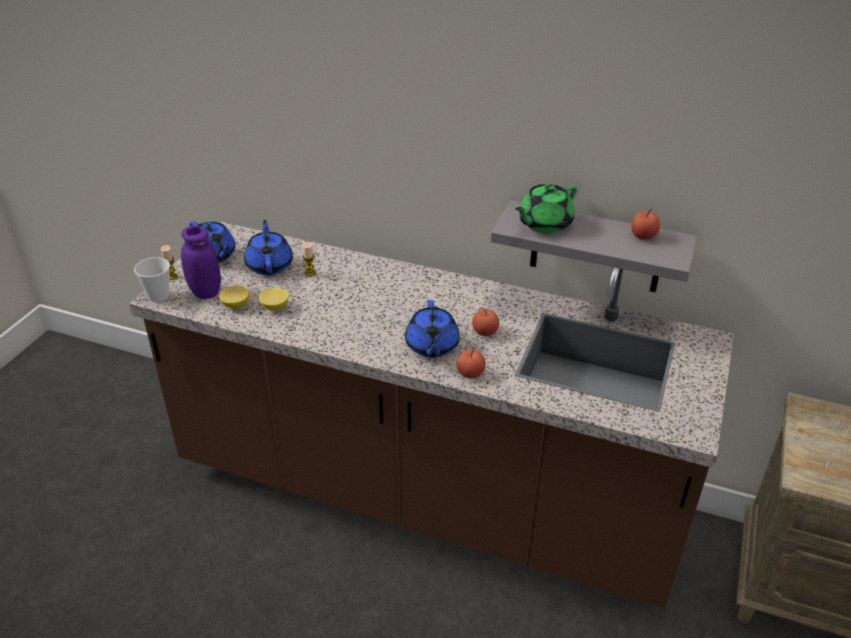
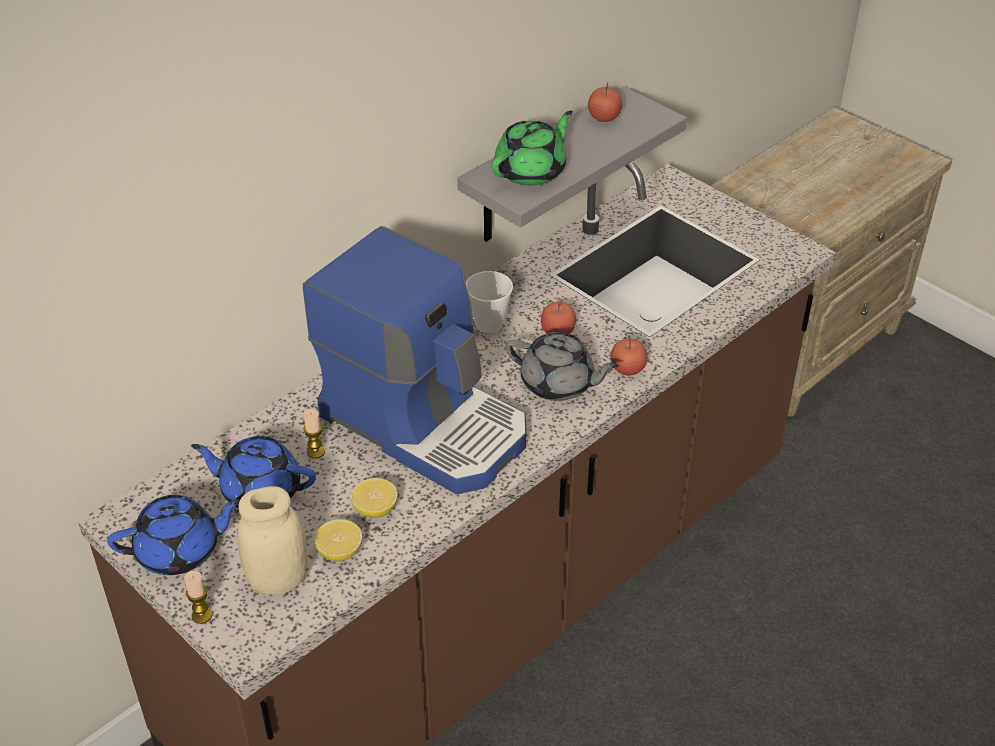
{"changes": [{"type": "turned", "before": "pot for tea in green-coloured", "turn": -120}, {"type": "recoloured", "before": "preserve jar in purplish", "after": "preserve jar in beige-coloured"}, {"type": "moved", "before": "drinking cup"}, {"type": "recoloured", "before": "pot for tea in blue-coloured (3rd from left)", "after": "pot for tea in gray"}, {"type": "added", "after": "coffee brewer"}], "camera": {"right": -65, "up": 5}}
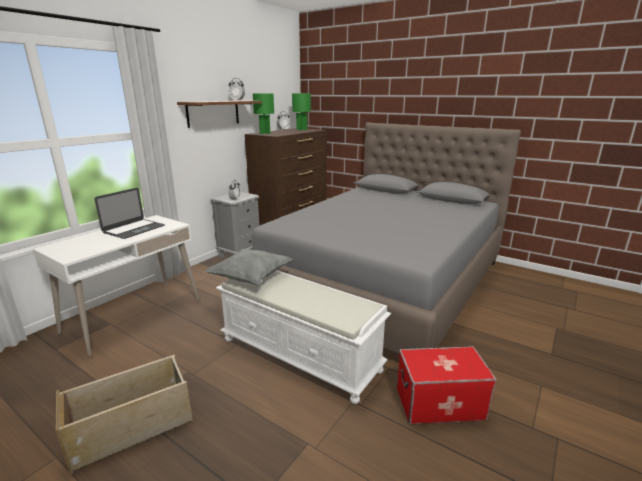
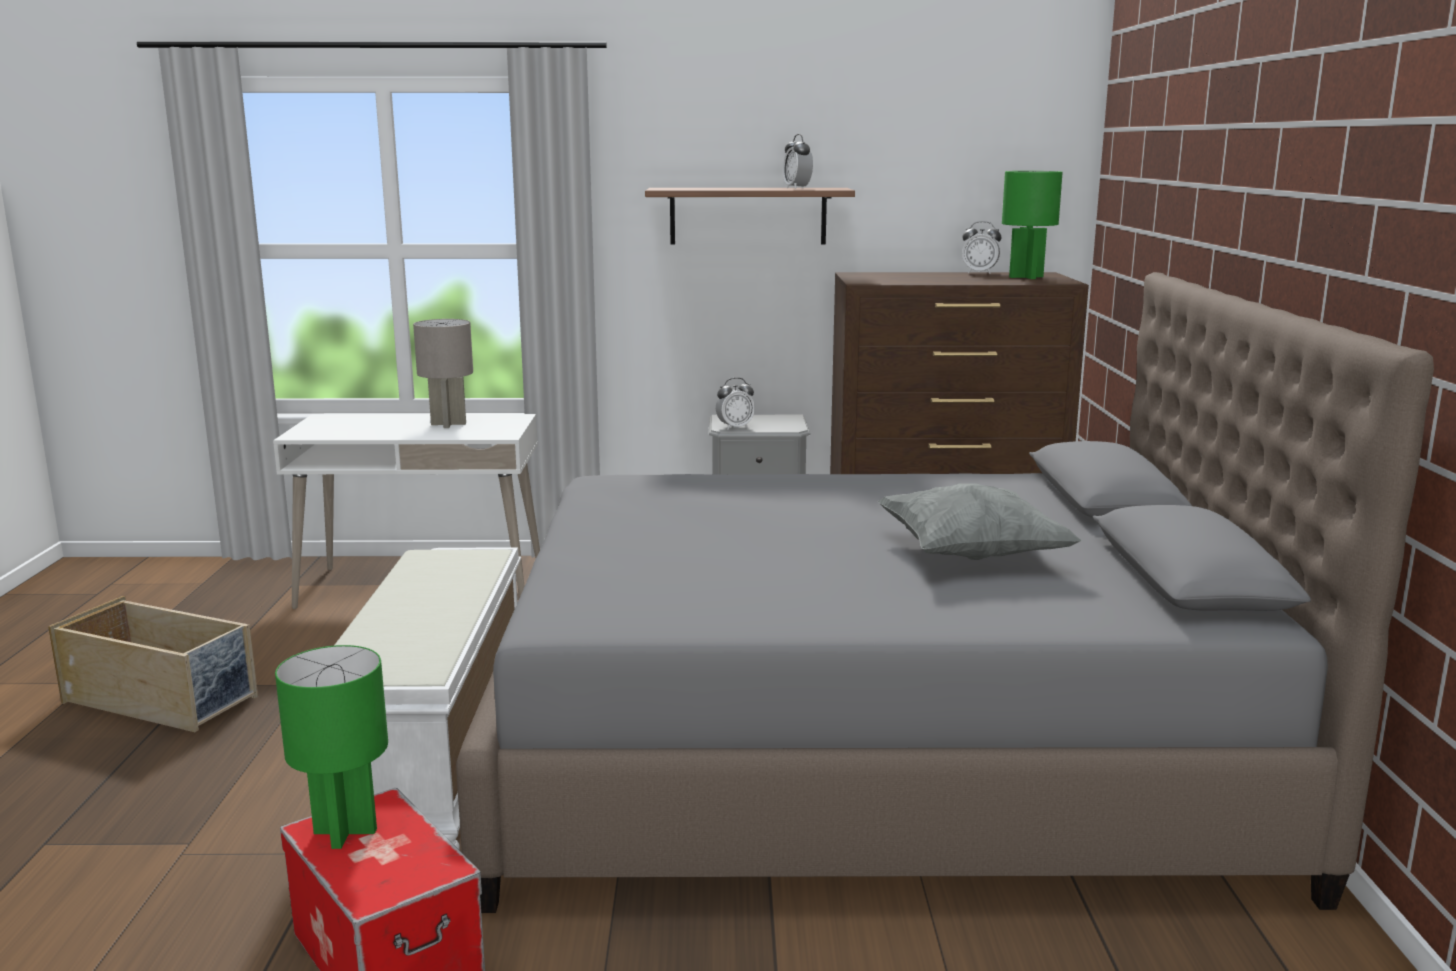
{"changes": [{"type": "moved", "before": "tabletop lamp in green-coloured (1st from left)"}, {"type": "replaced", "before": "portable computer", "after": "tabletop lamp in gray"}, {"type": "moved", "before": "cushion in gray"}], "camera": {"right": 55, "up": -5}}
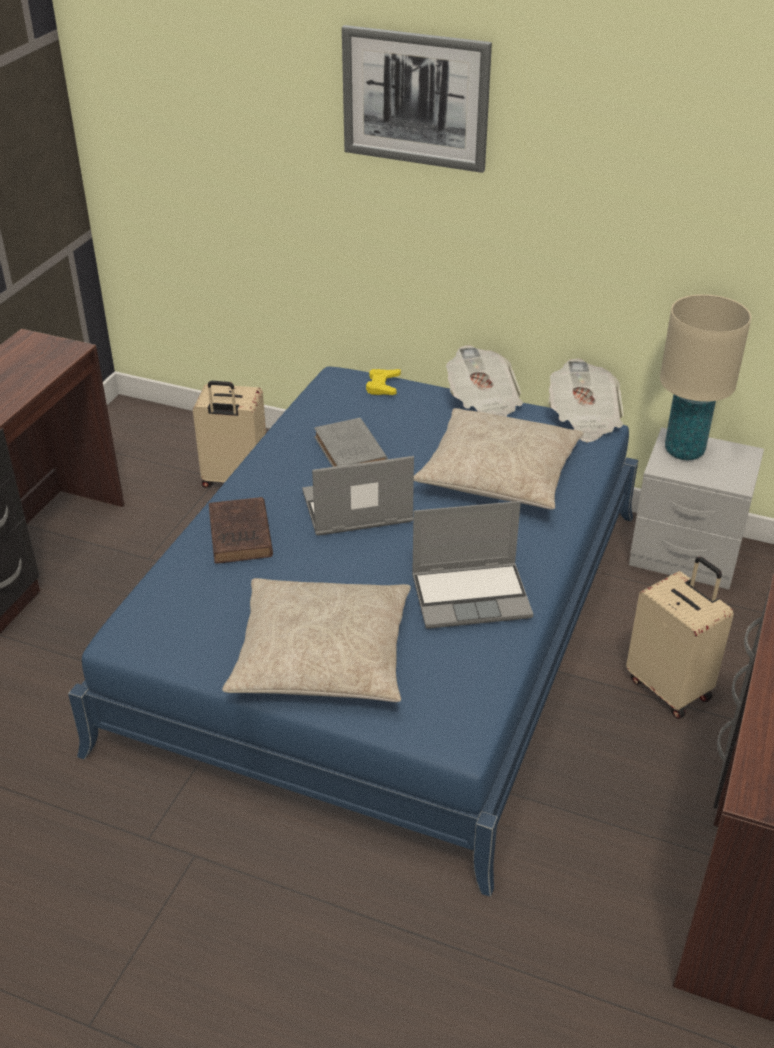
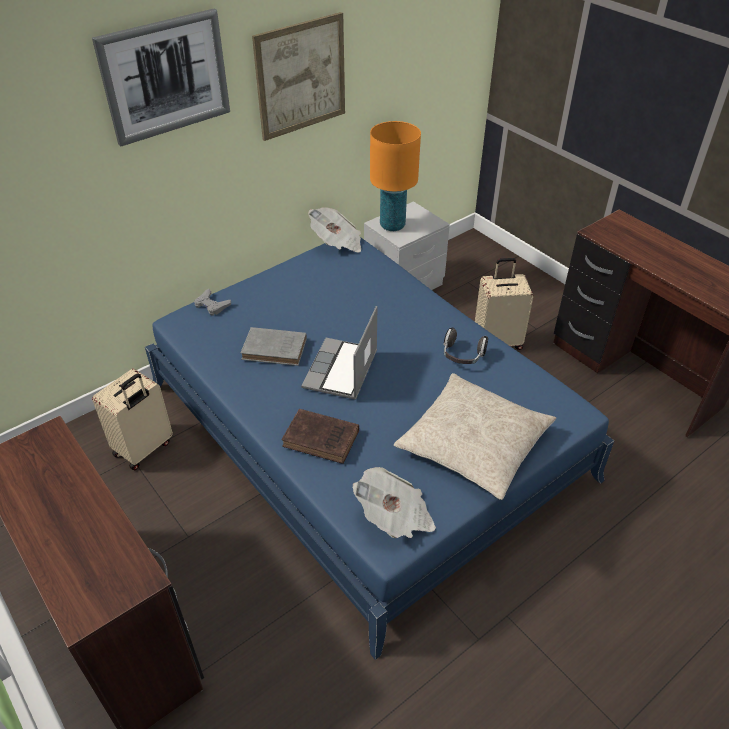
{"changes": [{"type": "recoloured", "before": "tabletop lamp in beige-coloured", "after": "tabletop lamp in orangey"}, {"type": "moved", "before": "daily paper (1st from left in the first image)", "after": "daily paper (2nd from left)"}, {"type": "recoloured", "before": "gamepad in yellow", "after": "gamepad in gray"}, {"type": "removed", "before": "cushion in beige-coloured (2nd from left)"}, {"type": "replaced", "before": "portable computer (2nd from left)", "after": "pair of headphones"}, {"type": "added", "after": "wall art (2nd from left)"}], "camera": {"right": -60, "up": 5}}
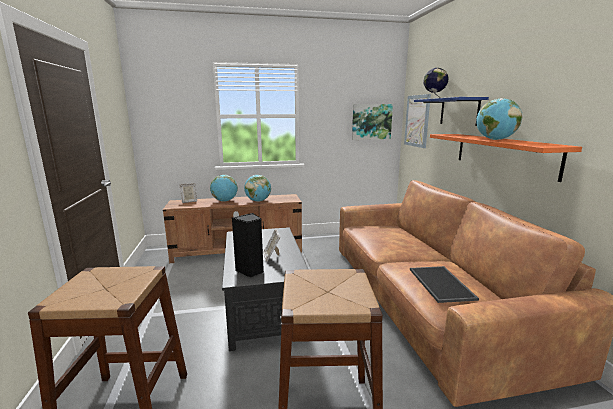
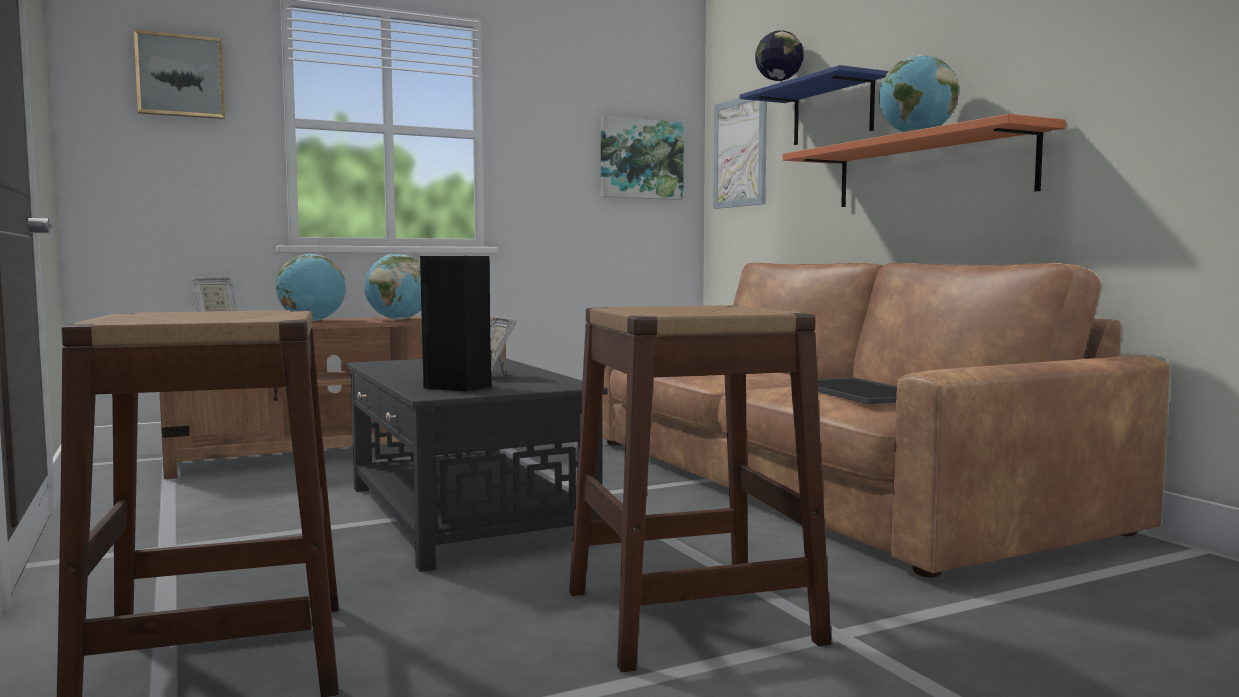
{"changes": [{"type": "added", "after": "wall art (1st from left)"}], "camera": {"right": -15, "up": -10}}
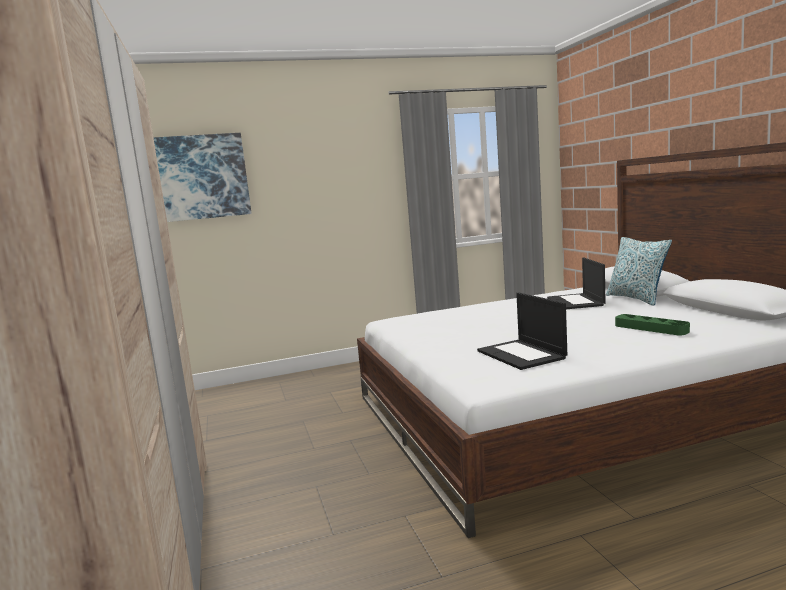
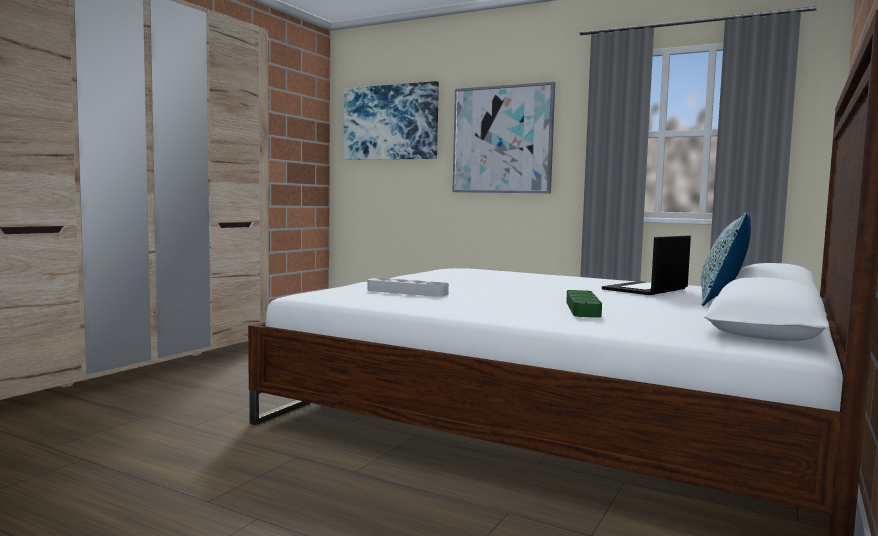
{"changes": [{"type": "replaced", "before": "portable computer (1st from left)", "after": "carrying tray in gray"}, {"type": "added", "after": "wall art (2nd from left)"}], "camera": {"right": 45, "up": -5}}
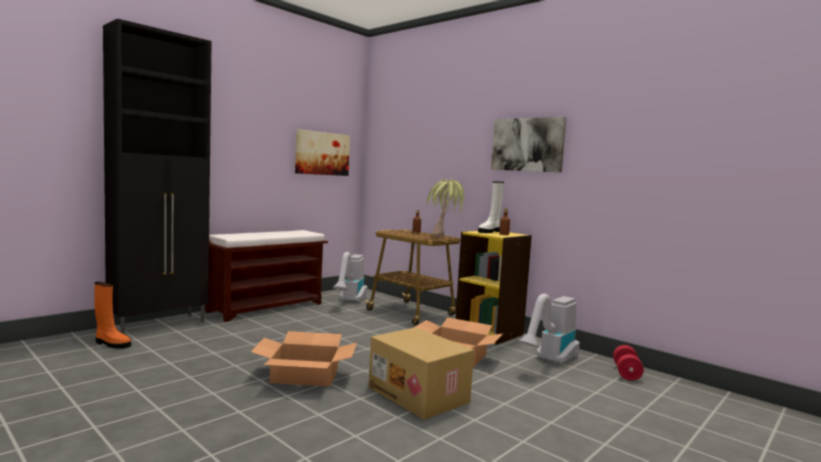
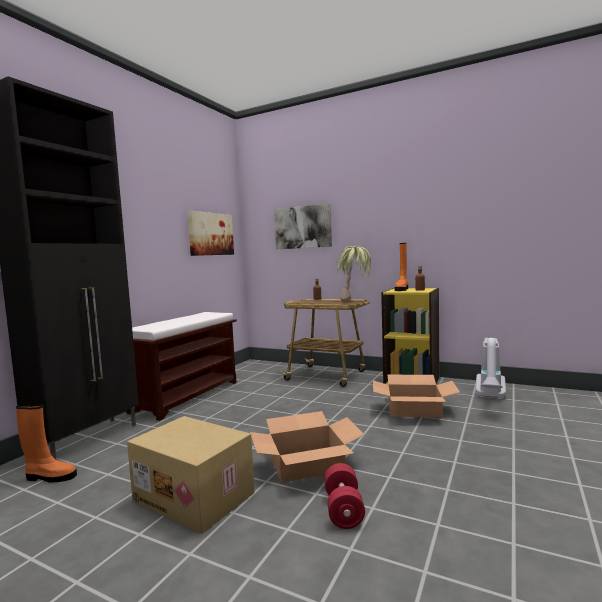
{"changes": [{"type": "moved", "before": "wall art (2nd from left)"}, {"type": "recoloured", "before": "boot in whitish", "after": "boot in orangey (2nd from left)"}, {"type": "removed", "before": "vacuum cleaner (1st from left)"}, {"type": "moved", "before": "carton (2nd from left in the first image)", "after": "carton (1st from left)"}, {"type": "moved", "before": "free weight in red-coloured"}], "camera": {"right": -15, "up": 0}}
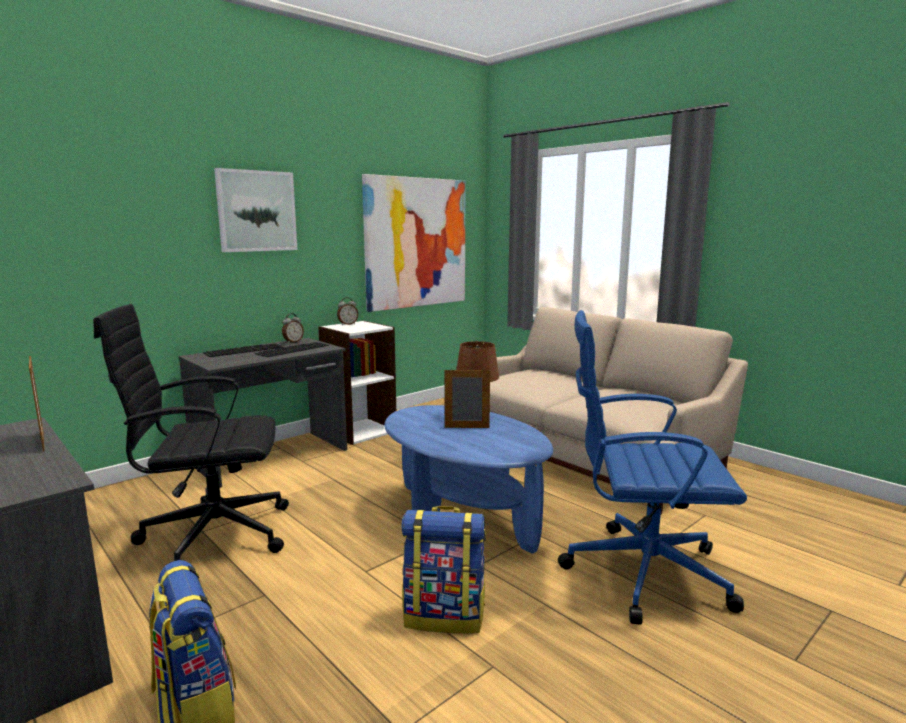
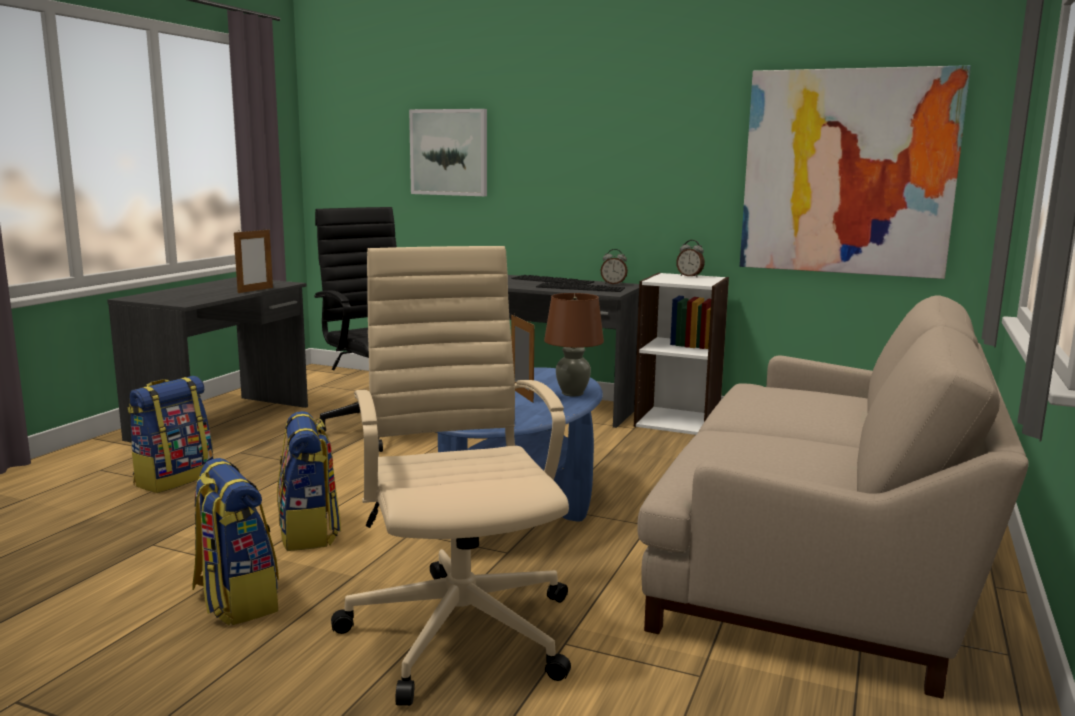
{"changes": [{"type": "moved", "before": "wall art (1st from left)"}, {"type": "recoloured", "before": "desk chair in blue-coloured", "after": "desk chair in beige-coloured"}, {"type": "added", "after": "backpack (2nd from left)"}], "camera": {"right": 65, "up": 0}}
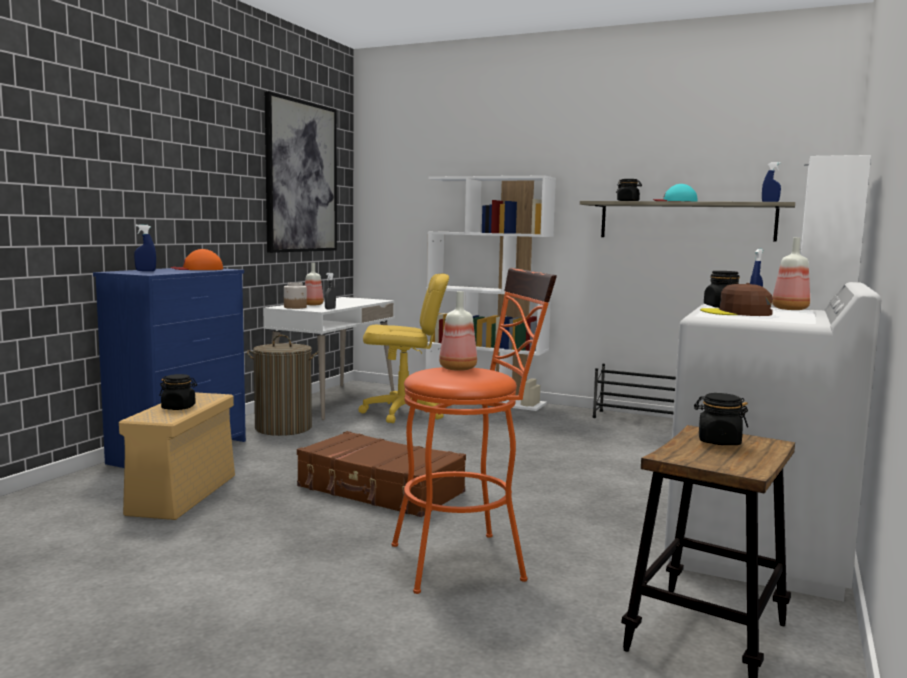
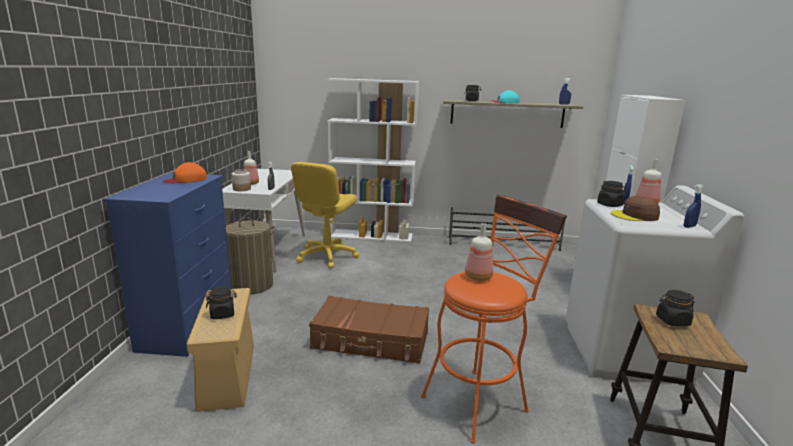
{"changes": [{"type": "removed", "before": "wall art"}, {"type": "moved", "before": "spray bottle in blue-coloured (1st from left in the first image)", "after": "spray bottle in blue-coloured (3rd from left)"}, {"type": "turned", "before": "desk chair in yellow", "turn": 135}], "camera": {"right": -20, "up": 10}}
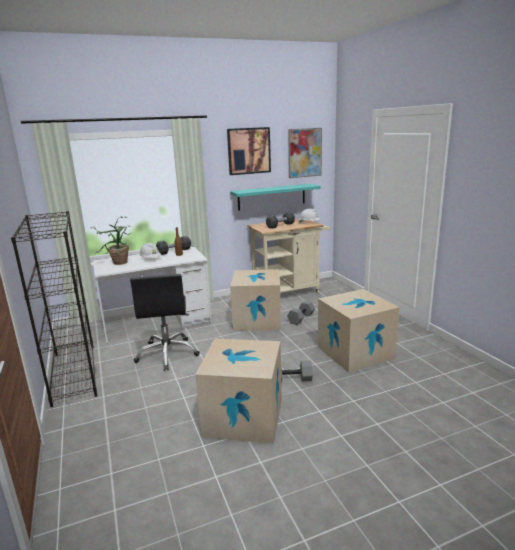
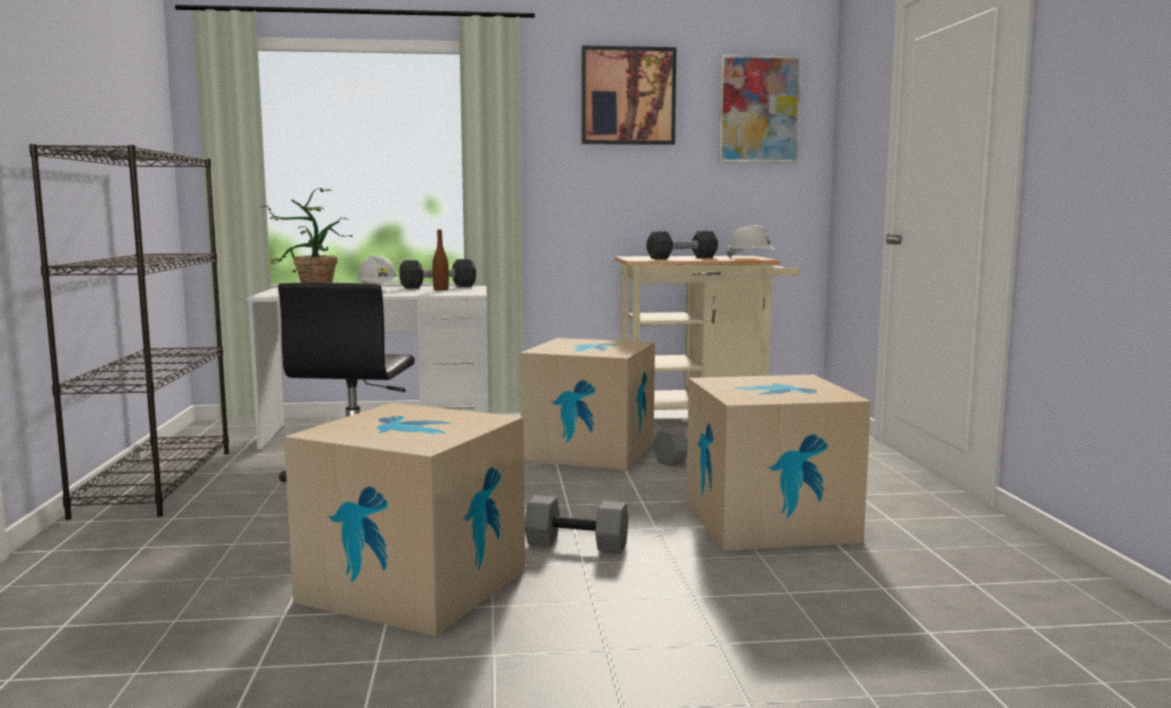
{"changes": [{"type": "removed", "before": "bracket shelf in blue-green"}], "camera": {"right": 15, "up": -10}}
